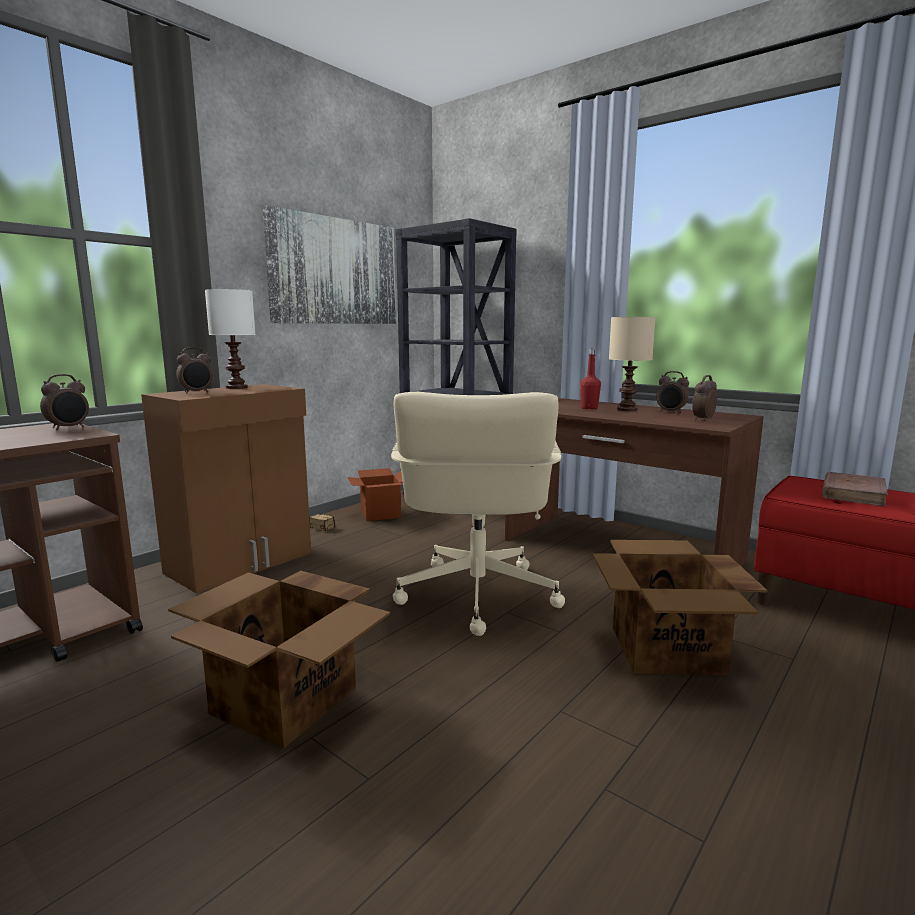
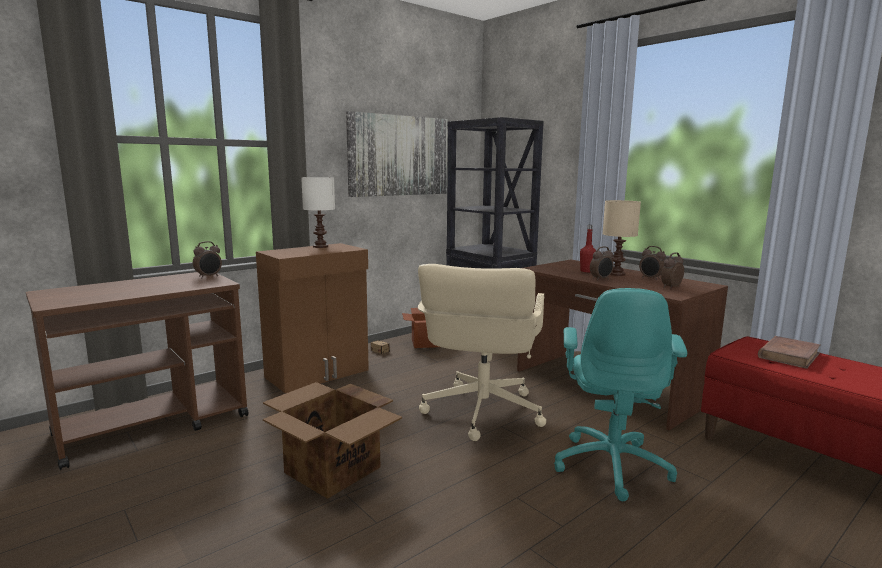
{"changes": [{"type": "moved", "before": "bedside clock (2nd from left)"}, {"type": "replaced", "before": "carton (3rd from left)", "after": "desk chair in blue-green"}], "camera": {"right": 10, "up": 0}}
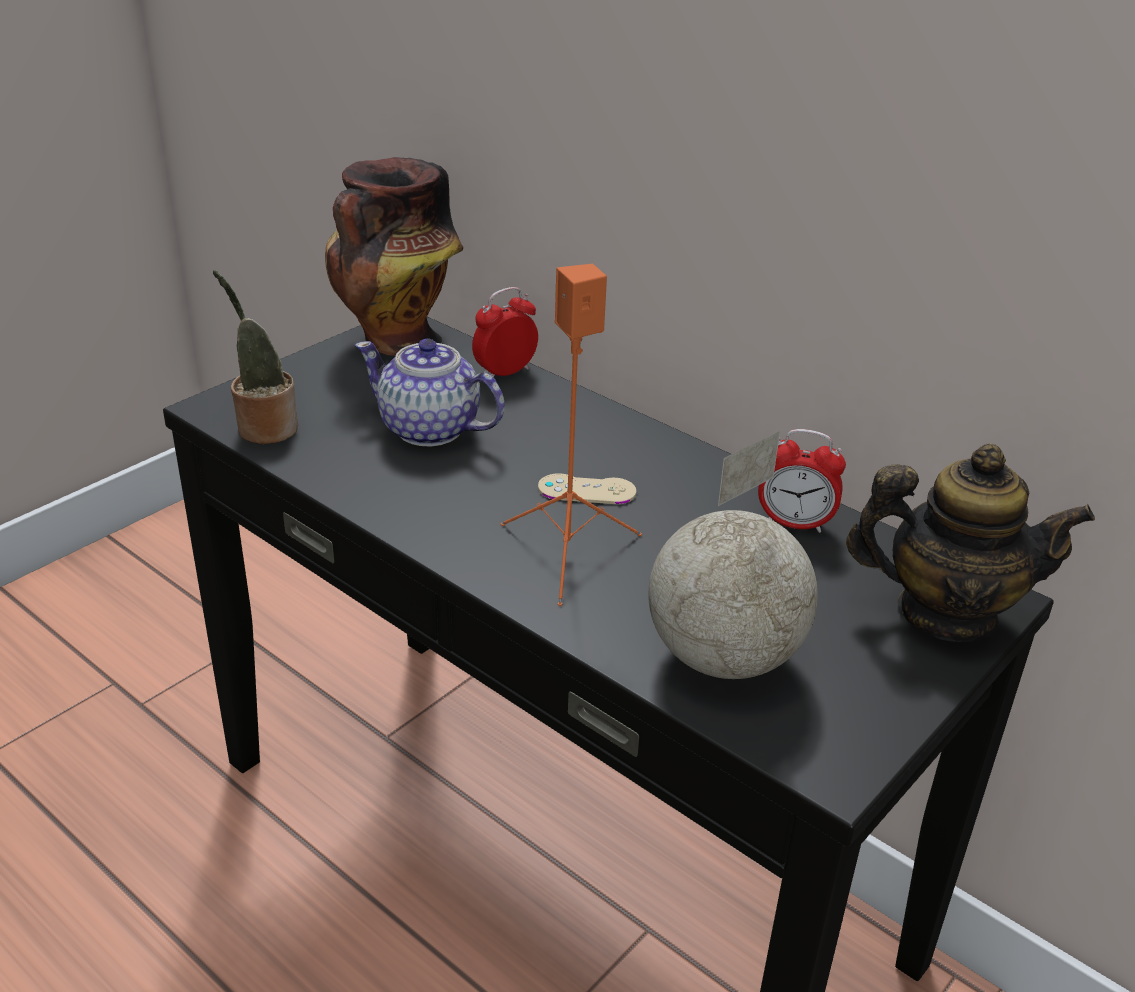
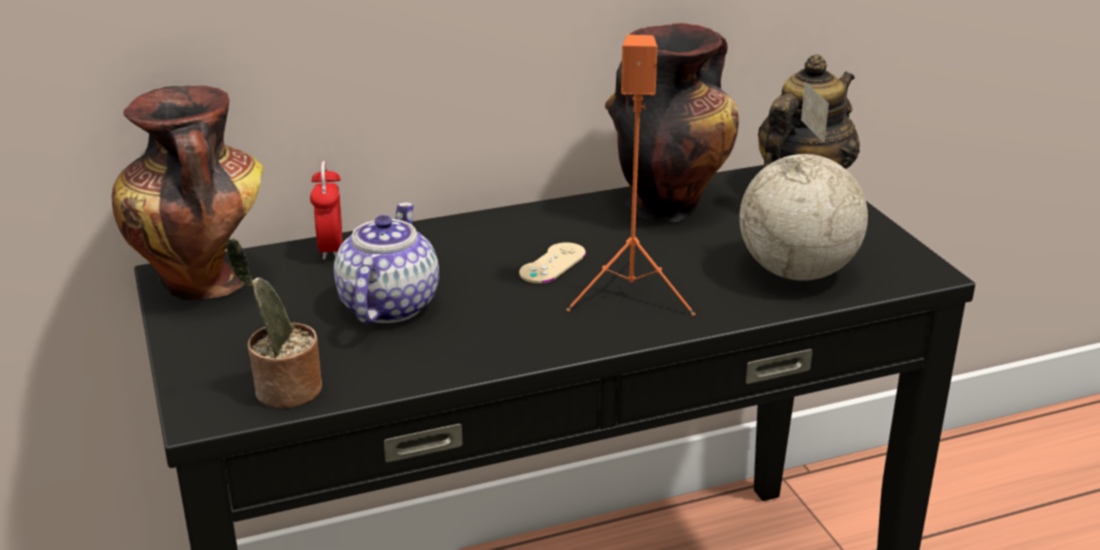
{"changes": [{"type": "turned", "before": "pot for tea (1st from left)", "turn": 135}, {"type": "replaced", "before": "bedside clock (2nd from left)", "after": "vase (2nd from left)"}], "camera": {"right": -60, "up": -5}}
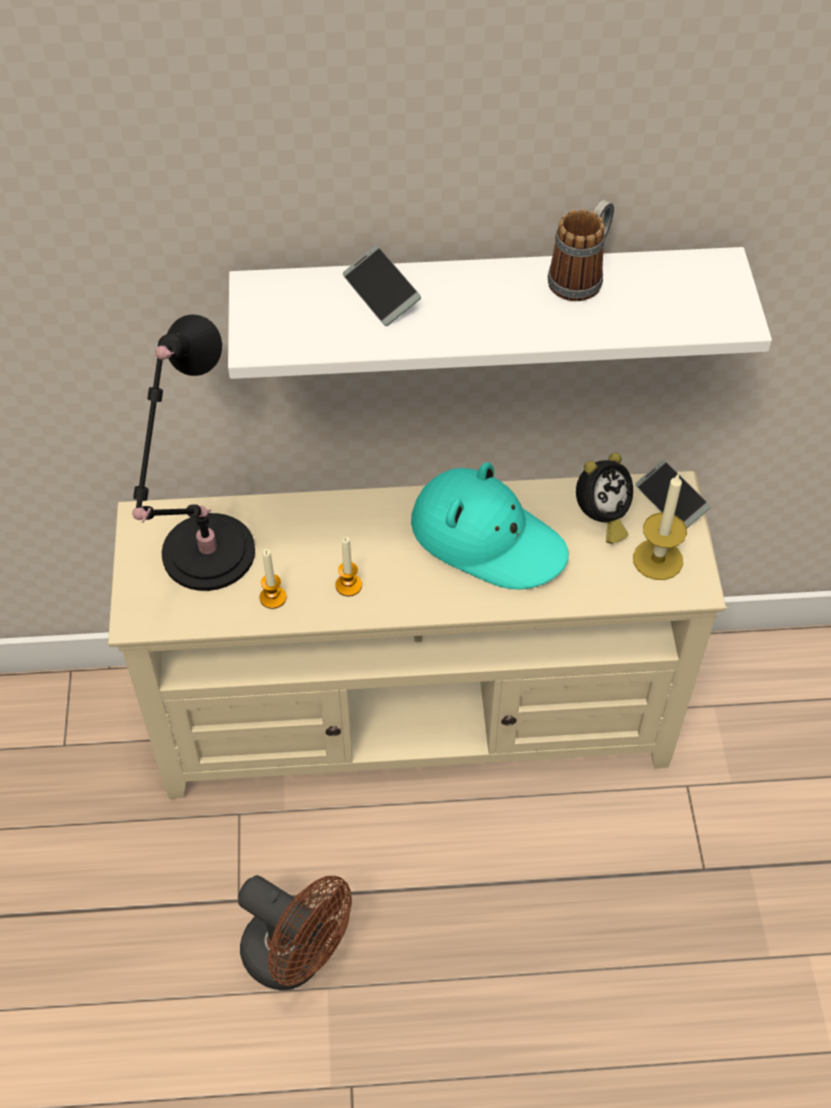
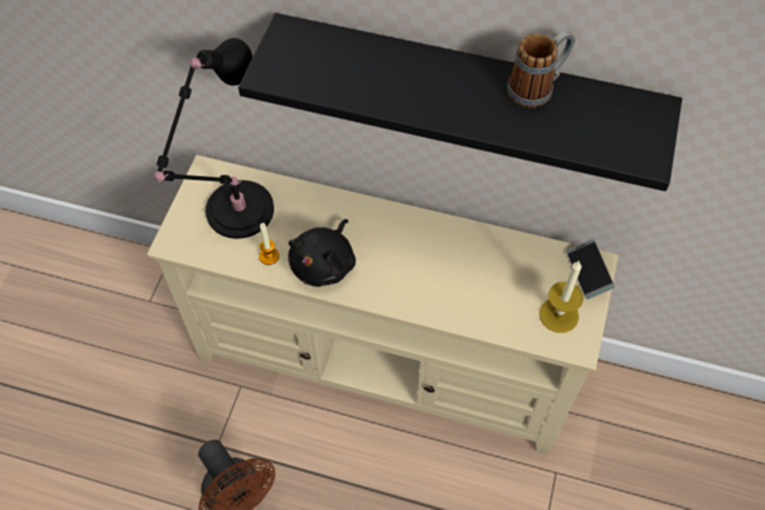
{"changes": [{"type": "removed", "before": "phone (1st from left)"}, {"type": "recoloured", "before": "bracket shelf in whitish", "after": "bracket shelf in black"}, {"type": "removed", "before": "bedside clock"}, {"type": "removed", "before": "hat in blue-green"}, {"type": "replaced", "before": "wax light (2nd from left)", "after": "soft toy in black"}], "camera": {"right": 20, "up": 5}}
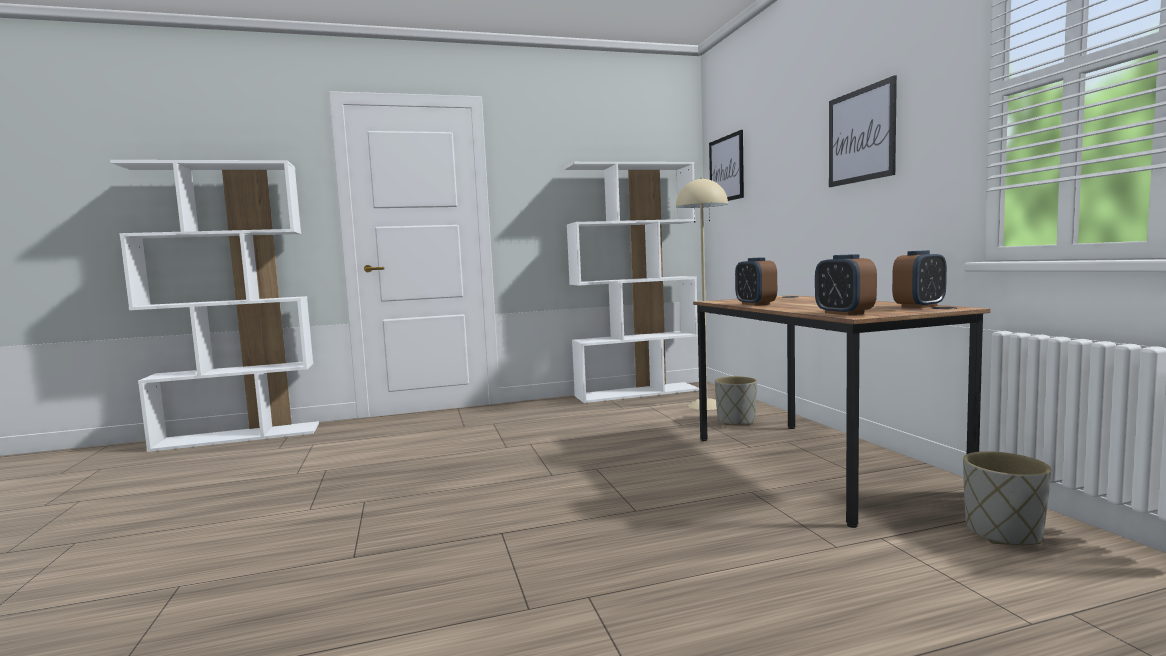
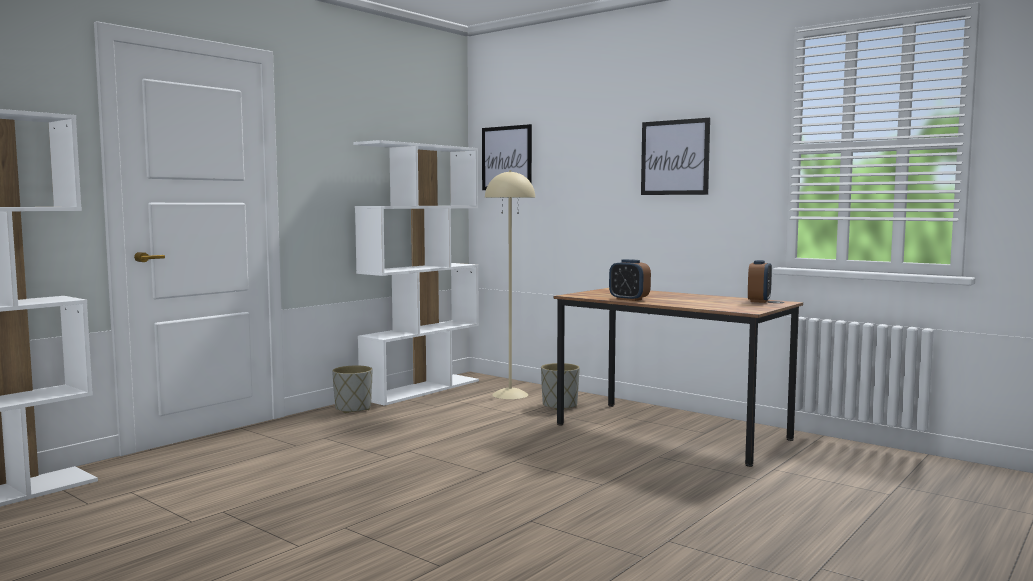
{"changes": [{"type": "removed", "before": "bedside clock (2nd from left)"}, {"type": "moved", "before": "planter in gray (2nd from left in the first image)", "after": "planter in gray (1st from left)"}], "camera": {"right": -35, "up": 0}}
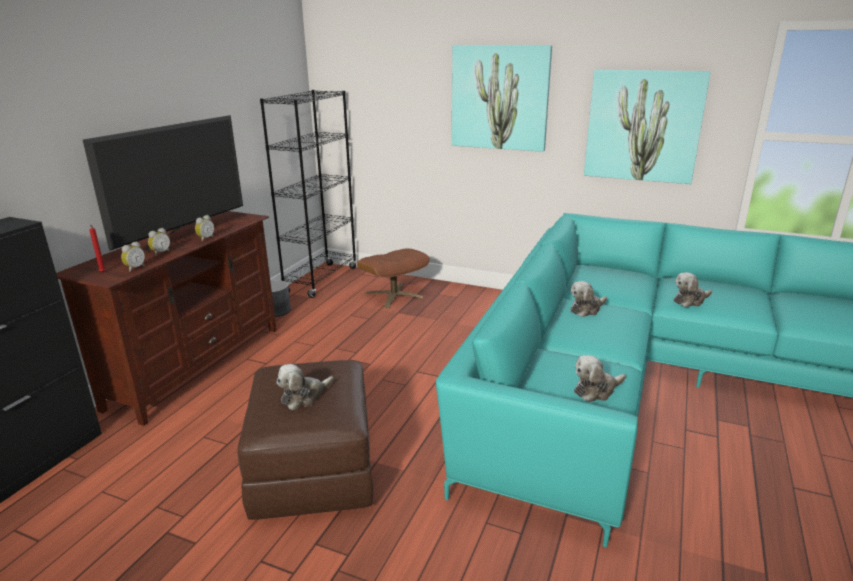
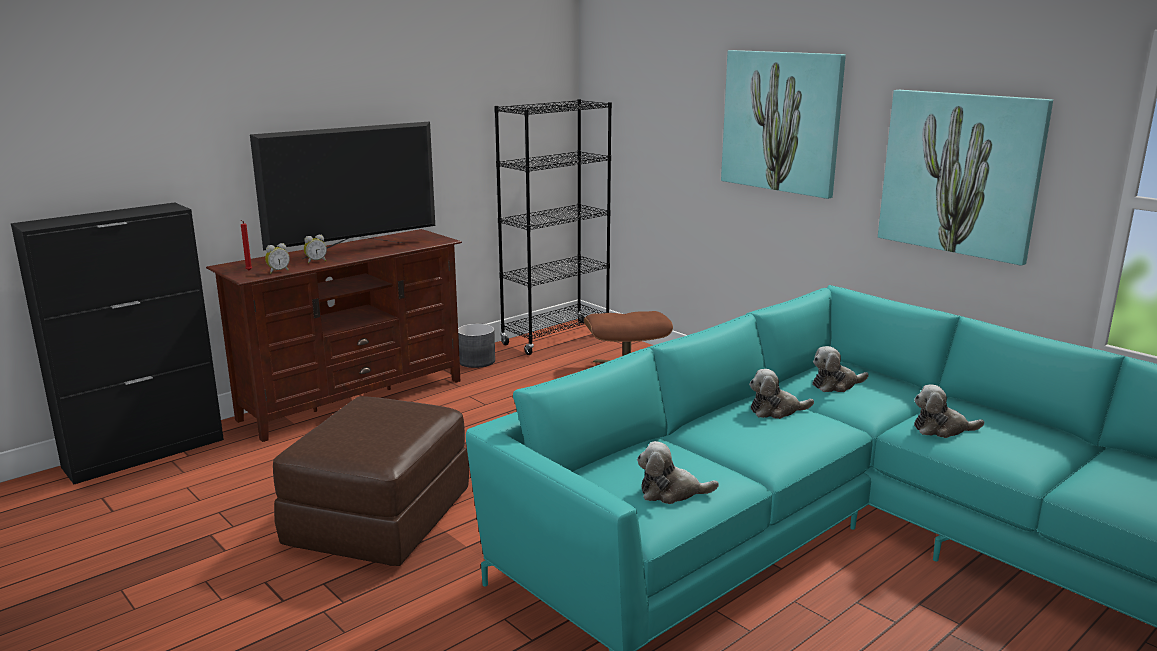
{"changes": [{"type": "removed", "before": "bedside clock (3rd from left)"}, {"type": "moved", "before": "soft toy (1st from left in the first image)", "after": "soft toy (3rd from left)"}], "camera": {"right": 25, "up": -5}}
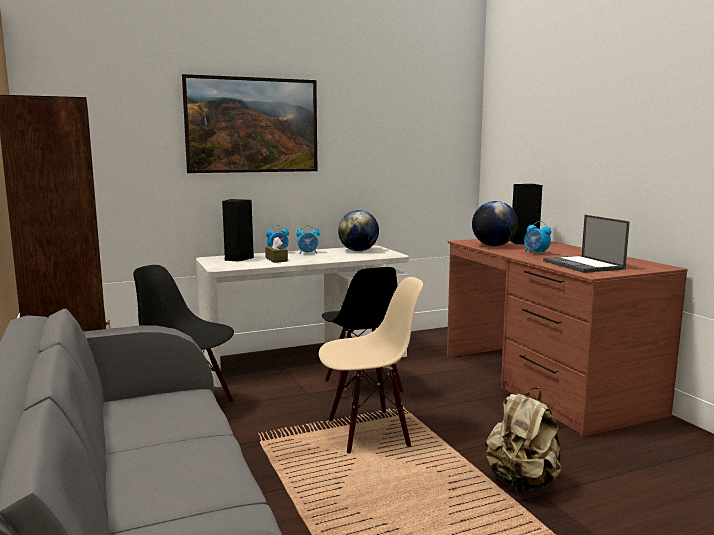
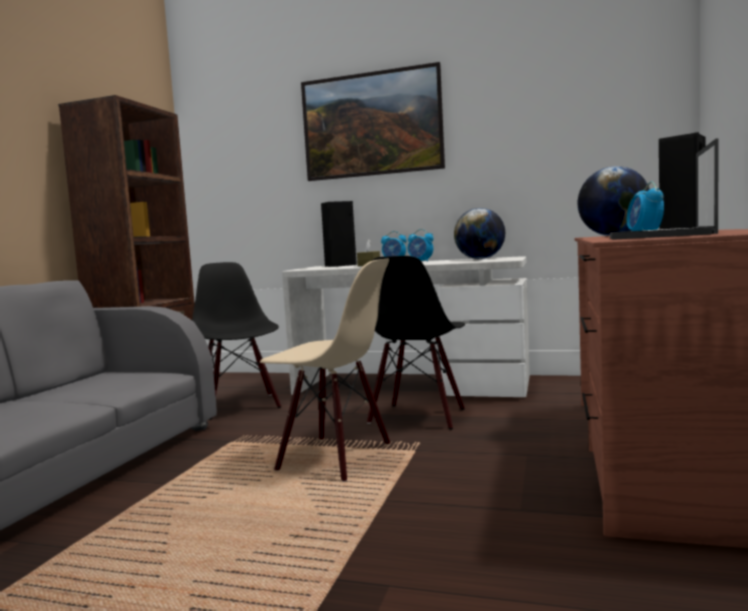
{"changes": [{"type": "removed", "before": "backpack in beige-coloured"}], "camera": {"right": 40, "up": -5}}
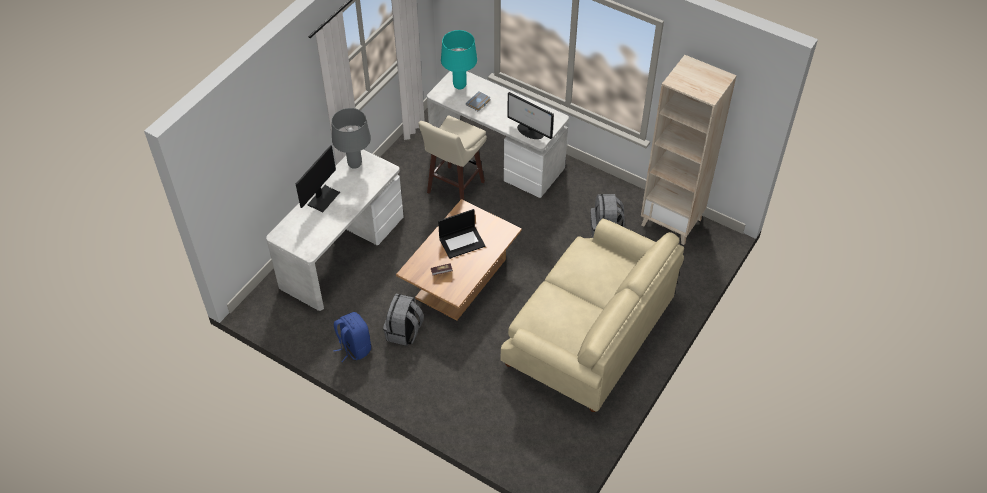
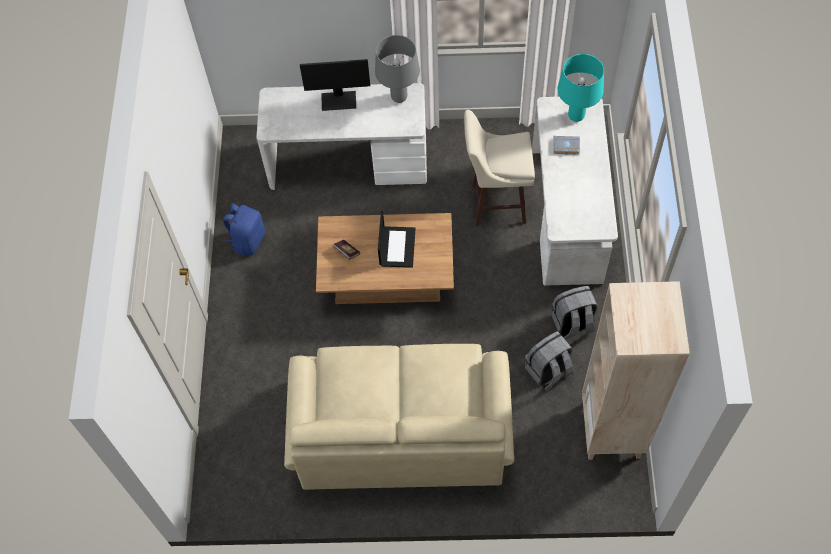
{"changes": [{"type": "removed", "before": "computer display (2nd from left)"}, {"type": "turned", "before": "portable computer", "turn": -120}, {"type": "moved", "before": "backpack in gray (1st from left in the first image)", "after": "backpack in gray (2nd from left)"}], "camera": {"right": 60, "up": 10}}
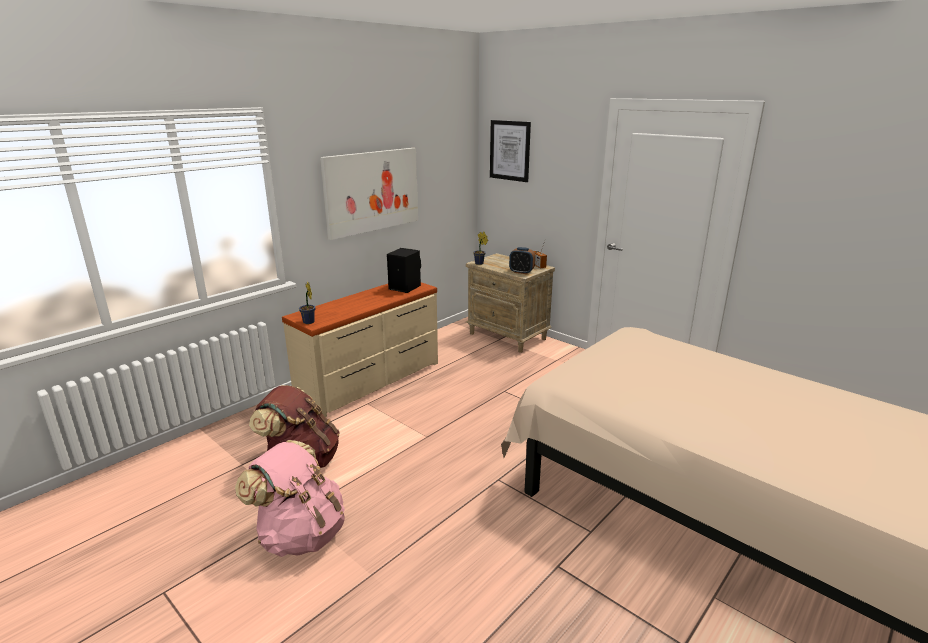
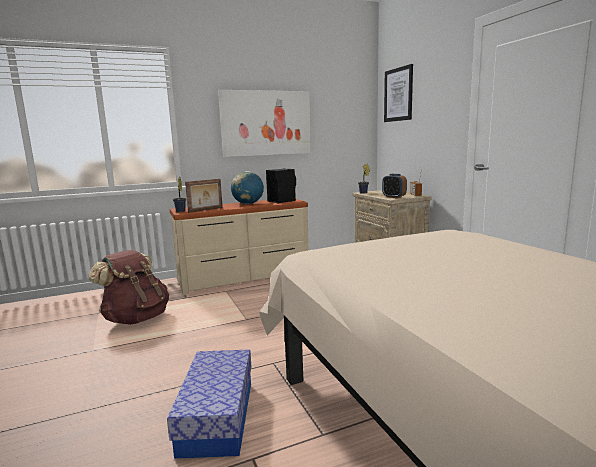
{"changes": [{"type": "removed", "before": "backpack in pink-coloured"}, {"type": "added", "after": "world globe"}, {"type": "added", "after": "photo frame"}, {"type": "added", "after": "storage bin"}], "camera": {"right": 25, "up": -10}}
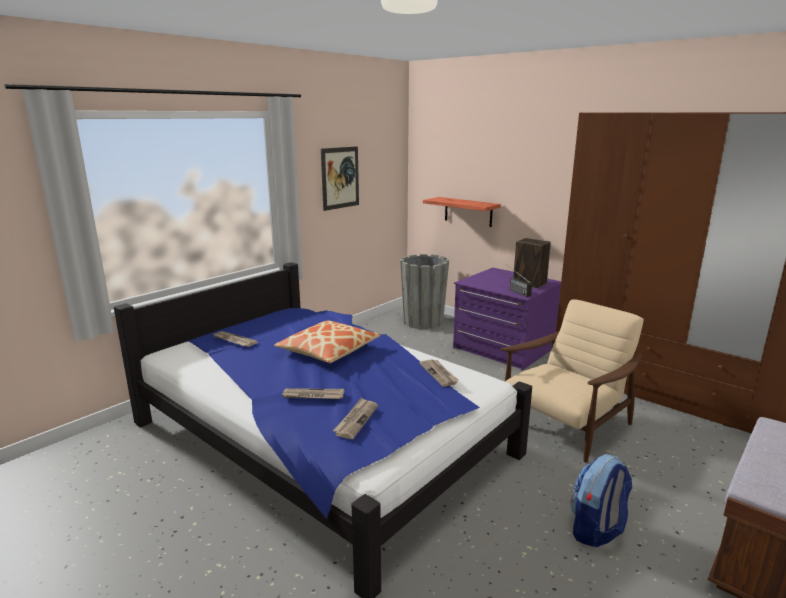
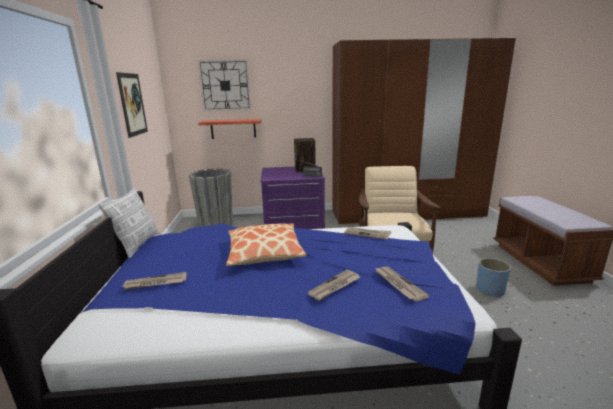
{"changes": [{"type": "replaced", "before": "backpack", "after": "planter in blue-coloured"}, {"type": "added", "after": "clock on the wall"}, {"type": "added", "after": "cushion (1st from left)"}], "camera": {"right": -45, "up": 0}}
